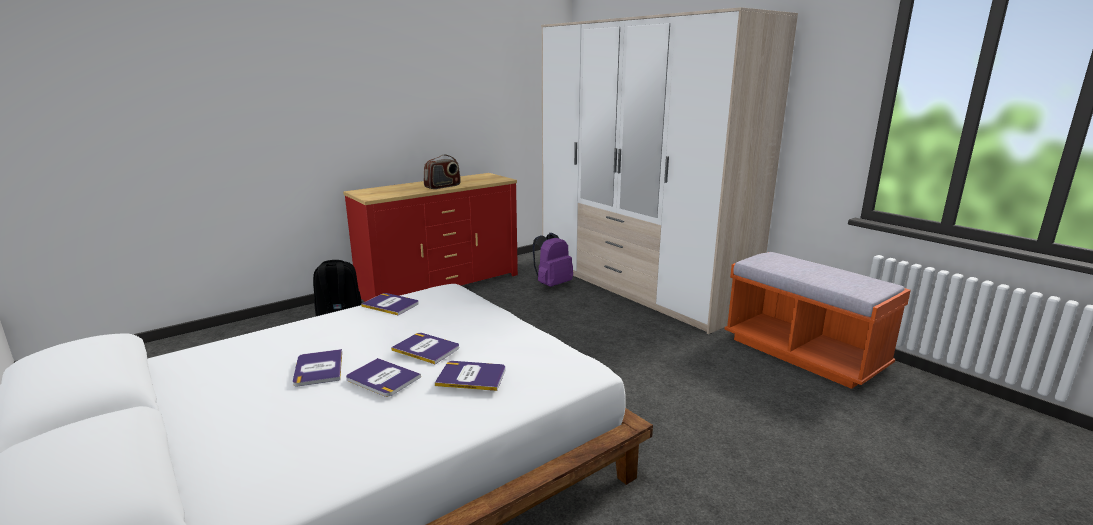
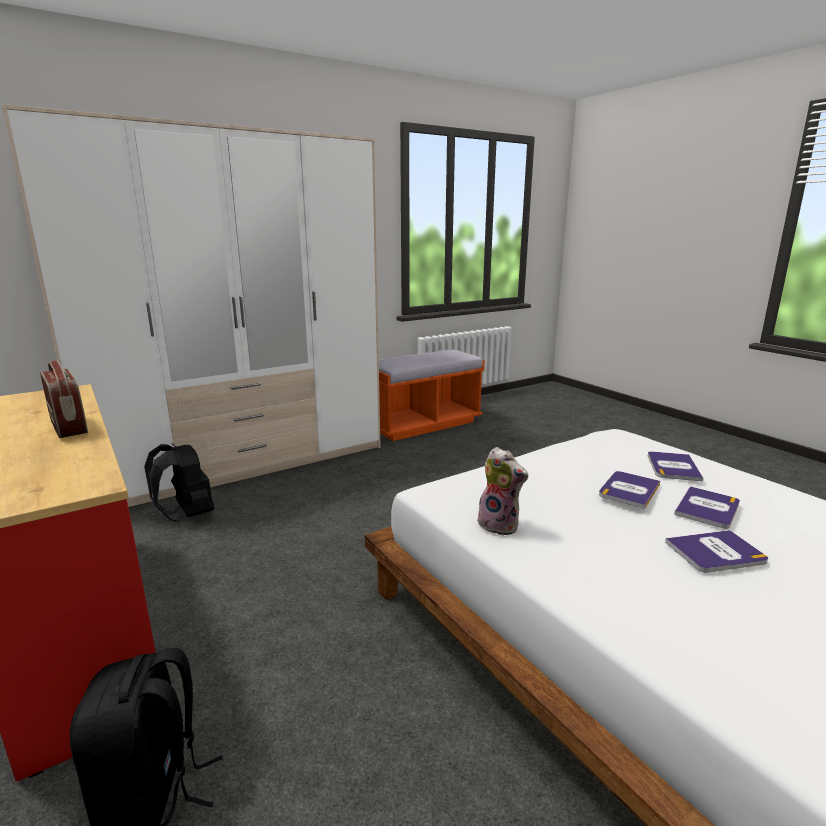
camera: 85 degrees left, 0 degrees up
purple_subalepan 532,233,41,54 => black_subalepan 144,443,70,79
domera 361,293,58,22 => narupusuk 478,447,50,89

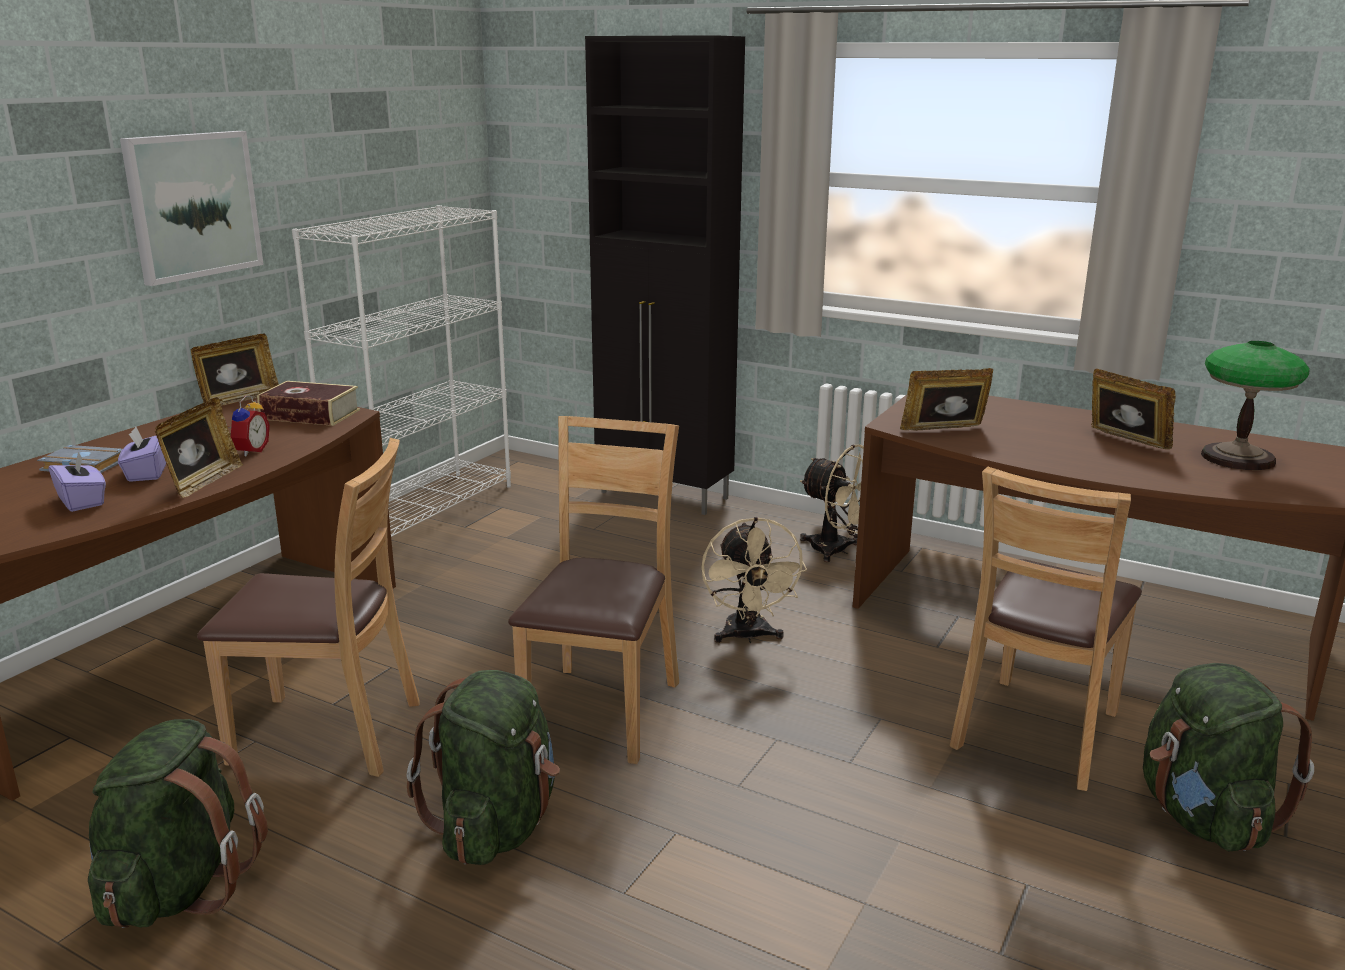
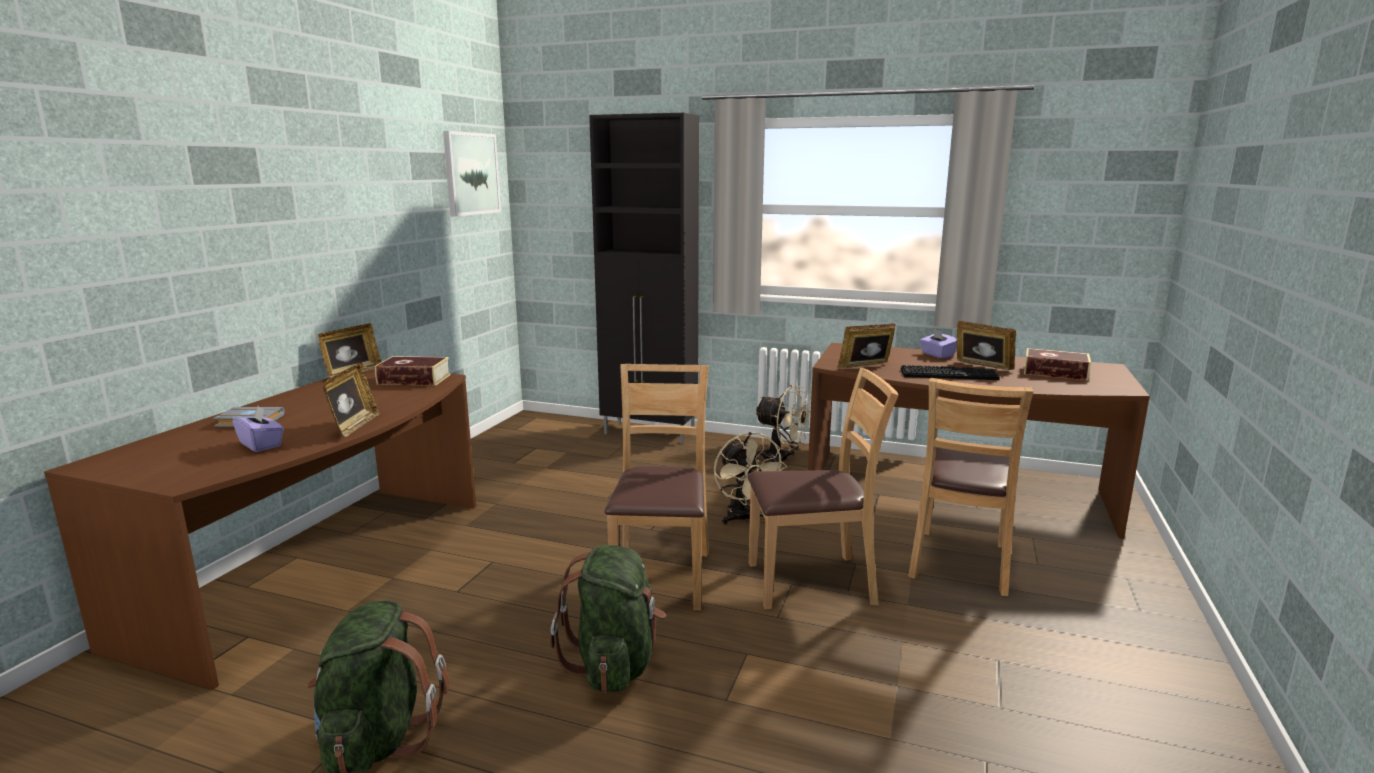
camera: 10 degrees left, 5 degrees down
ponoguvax 120,131,144,155 => ponoguvax 443,131,58,85, move
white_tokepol 292,205,219,332 => nothing
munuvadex 1201,341,109,129 => domera 1024,348,67,32
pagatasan 230,396,40,61 => nothing
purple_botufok 118,426,48,56 => purple_botufok 920,329,37,29, move
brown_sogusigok 197,438,223,339 => brown_sogusigok 747,368,152,241, move
green_subalepan 1143,663,171,188 => nothing
nothing => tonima 901,365,99,15

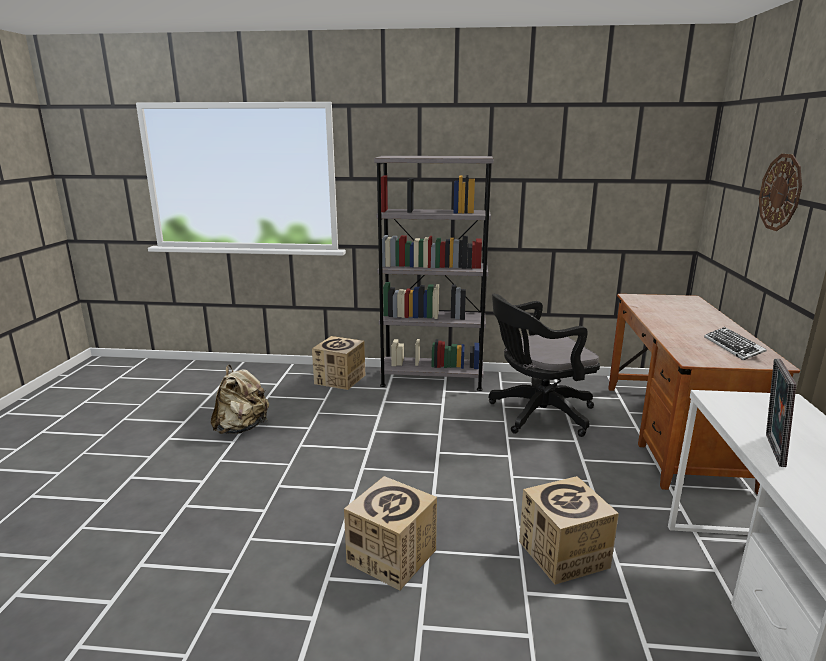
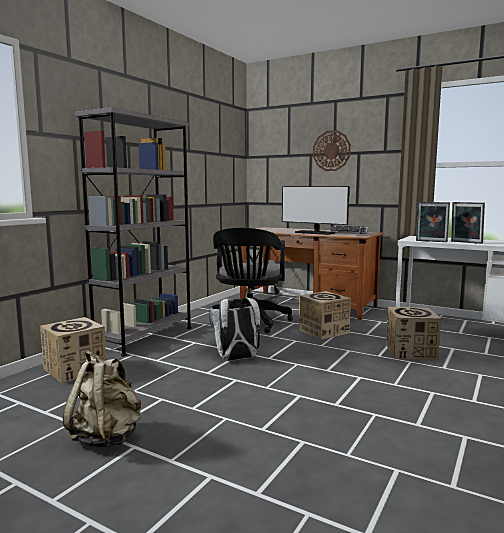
camera: 65 degrees left, 10 degrees down
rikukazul 344,476,93,115 => rikukazul 299,291,52,49, move
nothing => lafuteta 282,186,67,49
nothing => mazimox 416,202,34,40
nothing => white_subalepan 209,298,52,63

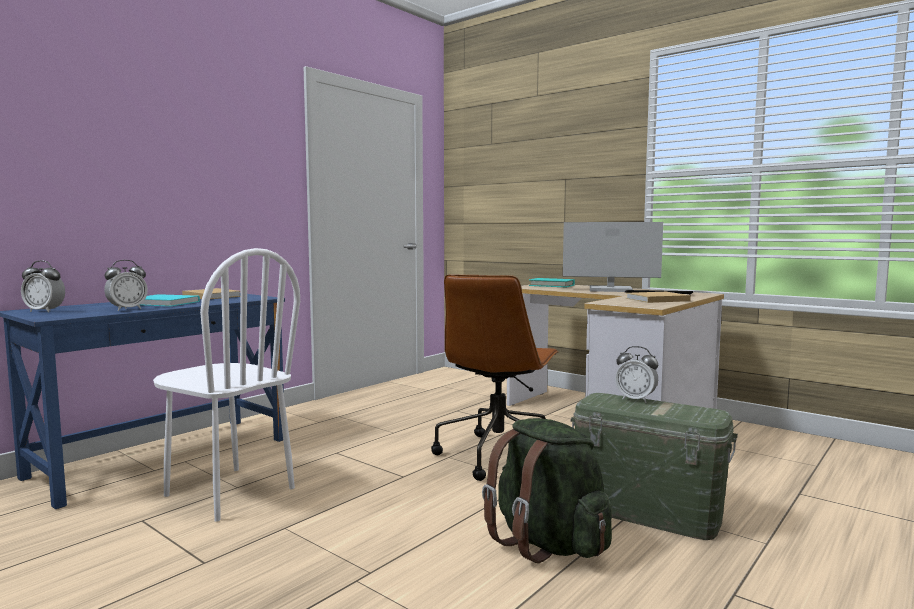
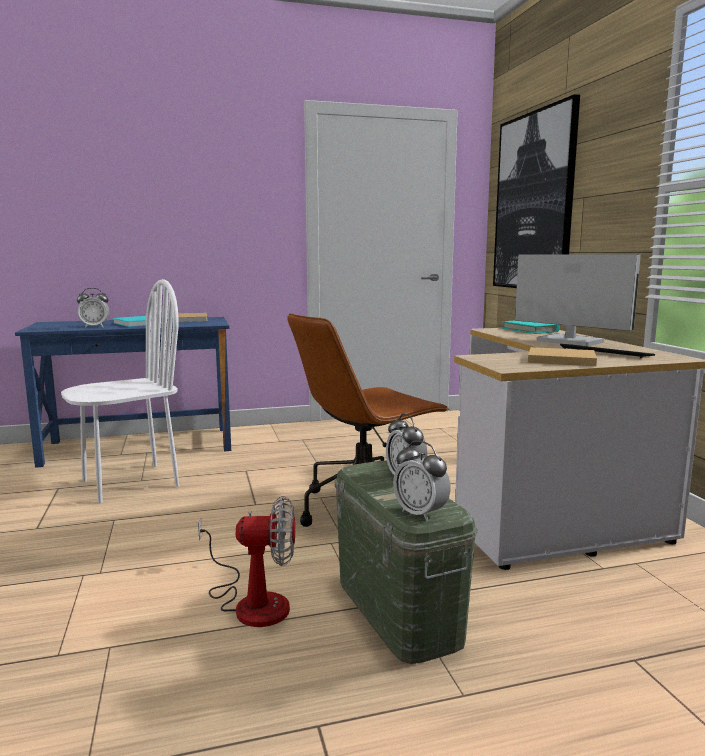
camera: 35 degrees right, 5 degrees up
white_sogusigok 153,248,147,274 => white_sogusigok 61,279,118,224, 105 degrees counterclockwise
pagatasan 21,260,44,53 => pagatasan 393,440,58,81, move
green_subalepan 482,418,130,145 => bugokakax 198,496,97,131
nothing => ponoguvax 493,94,87,194

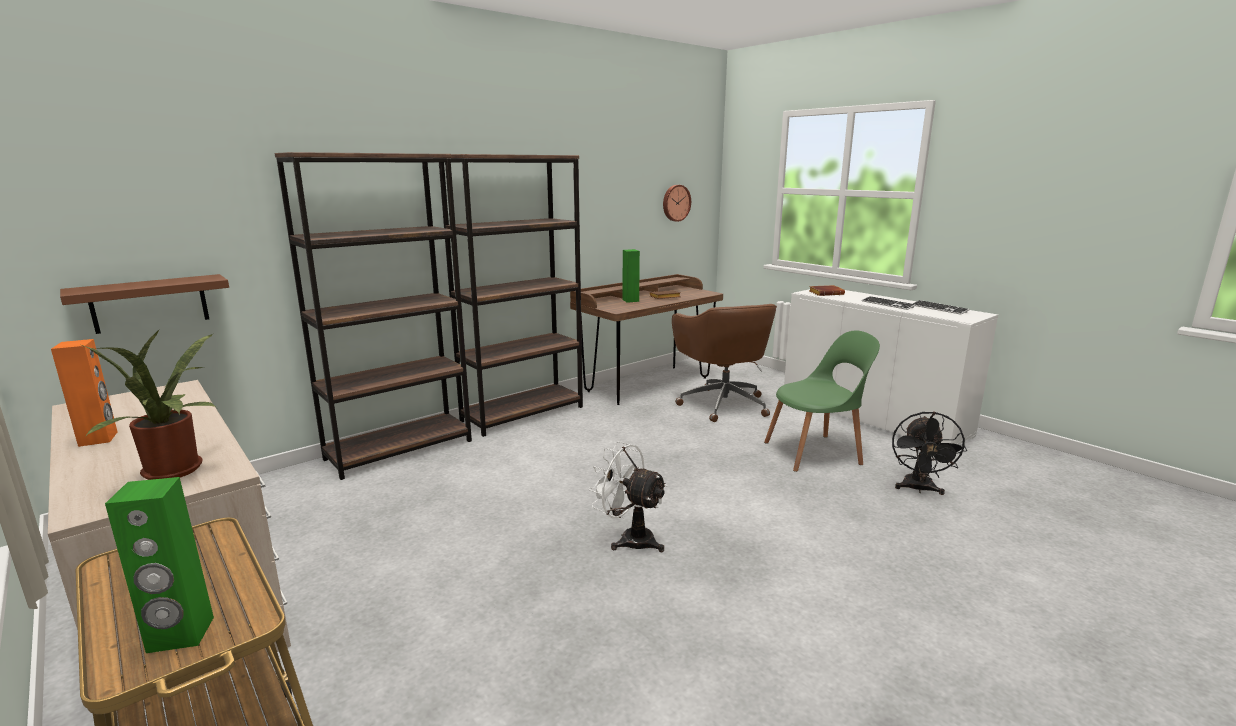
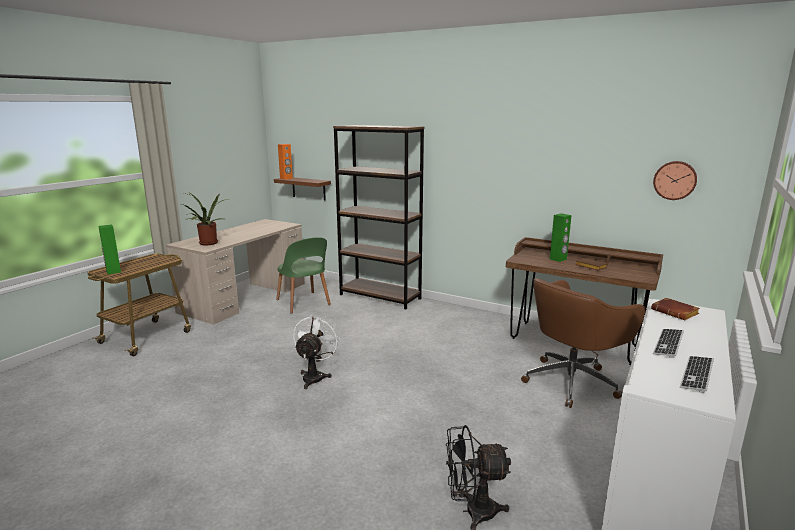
camera: 70 degrees right, 0 degrees up
brown_tokepol 439,154,144,283 => nothing
green_sogusigok 764,330,116,142 => green_sogusigok 276,237,55,76, move
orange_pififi 51,339,67,108 => orange_pififi 278,144,15,36, move

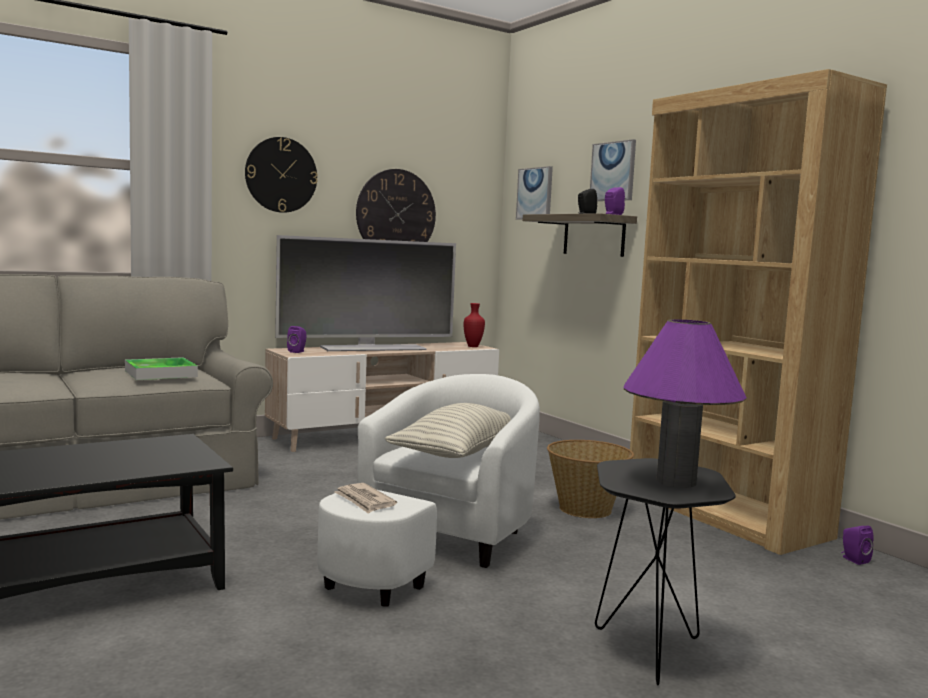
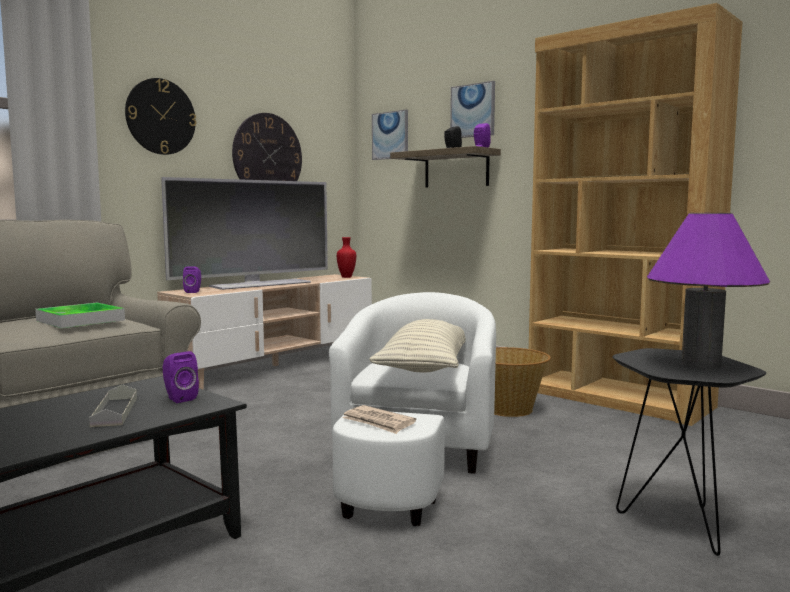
camera: 15 degrees left, 0 degrees up
purple_pififi 841,526,33,39 => purple_pififi 163,351,36,52, move
nothing => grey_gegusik 89,384,48,43

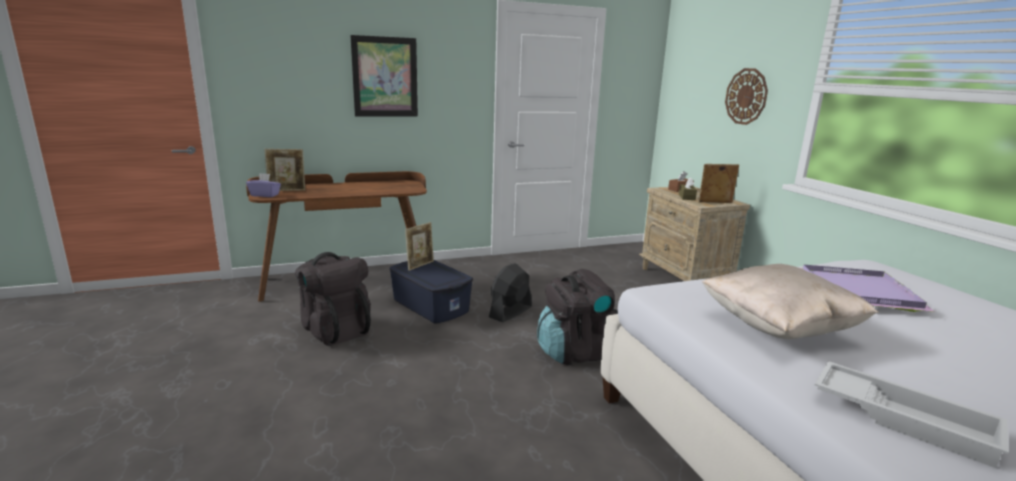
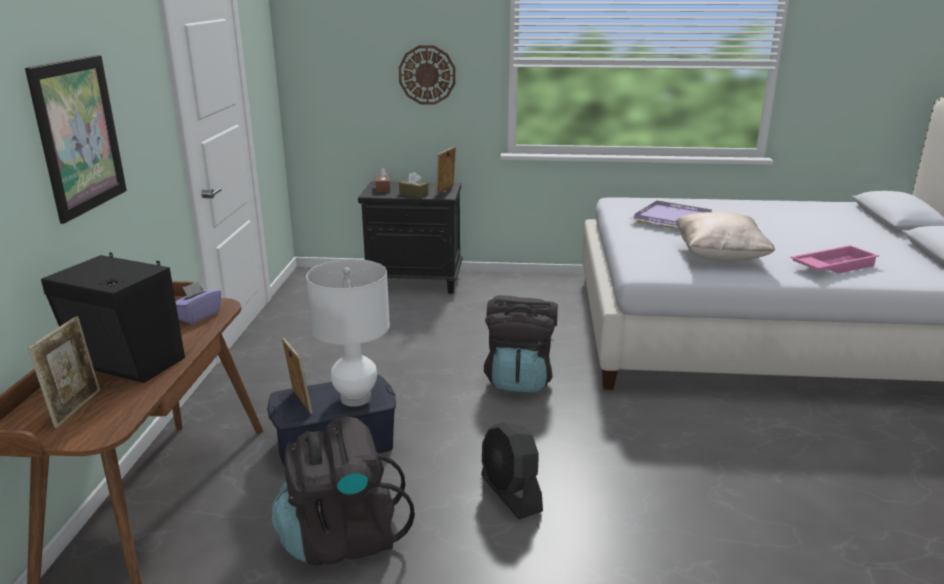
camera: 65 degrees left, 5 degrees up
purple_botufok 246,173,35,24 => purple_botufok 176,281,45,43, move
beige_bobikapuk 639,187,111,94 => black_bobikapuk 358,181,105,113
black_bugokakax 489,263,43,60 => black_bugokakax 481,422,62,98, move
white_gegusik 815,361,194,107 => pink_gegusik 790,245,89,29
nothing => black_pififi 41,253,144,130
nothing => white_munuvadex 306,259,84,148

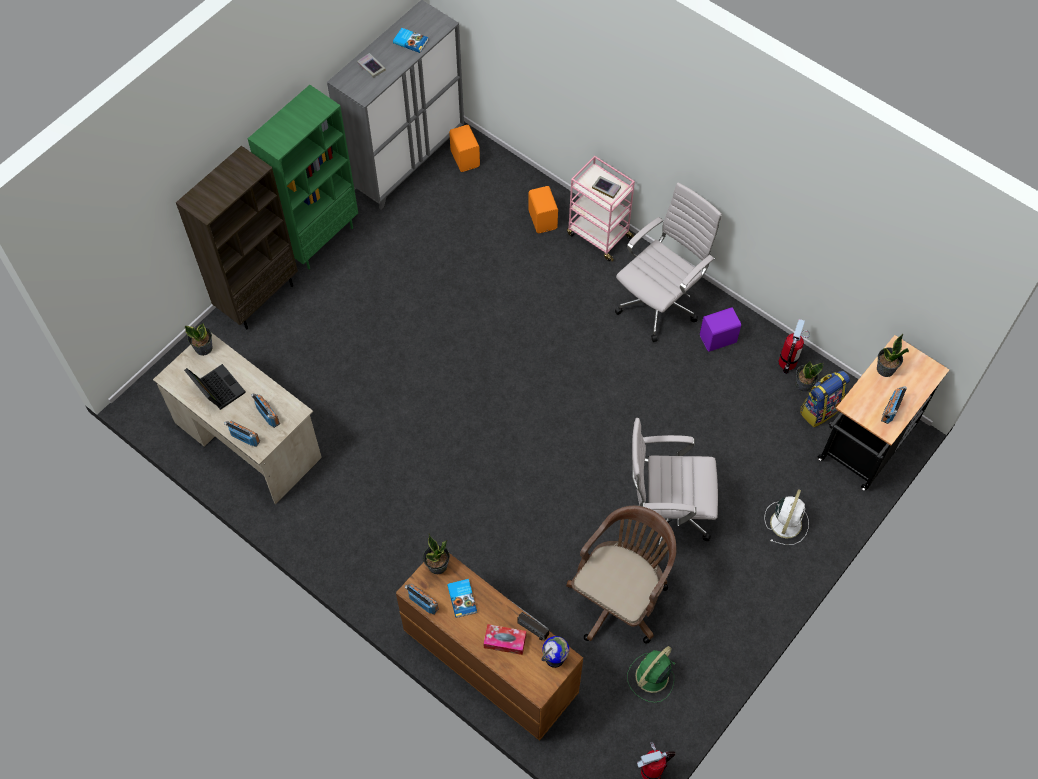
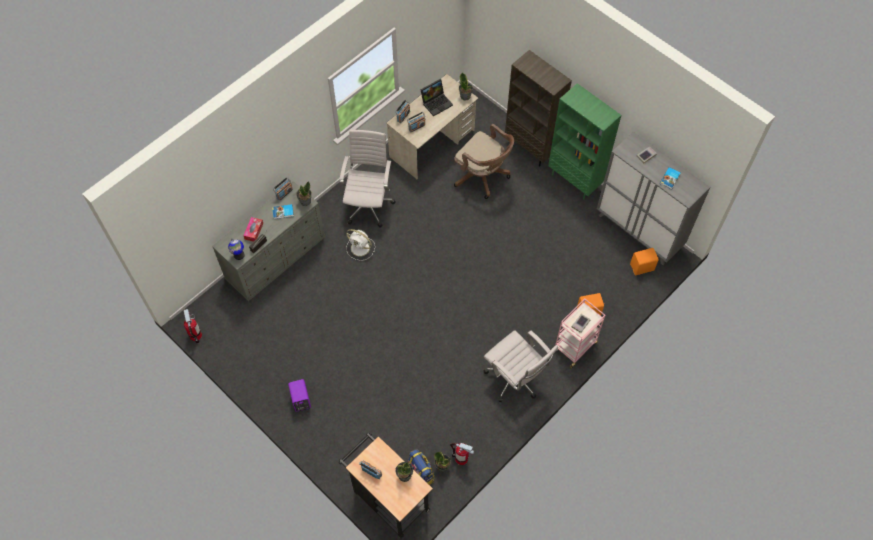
camera: 95 degrees right, 0 degrees up
purple_pififi 700,307,41,45 => purple_pififi 288,379,23,33, move
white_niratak 632,418,86,137 => white_niratak 340,130,56,98, move
white_bugokakax 764,489,45,56 => white_bugokakax 346,229,29,32, move
brown_niratak 566,506,111,138 => brown_niratak 454,124,60,75, move
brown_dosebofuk 396,553,187,188 => grey_dosebofuk 212,181,113,120
green_bugokakax 627,646,48,57 => nothing

